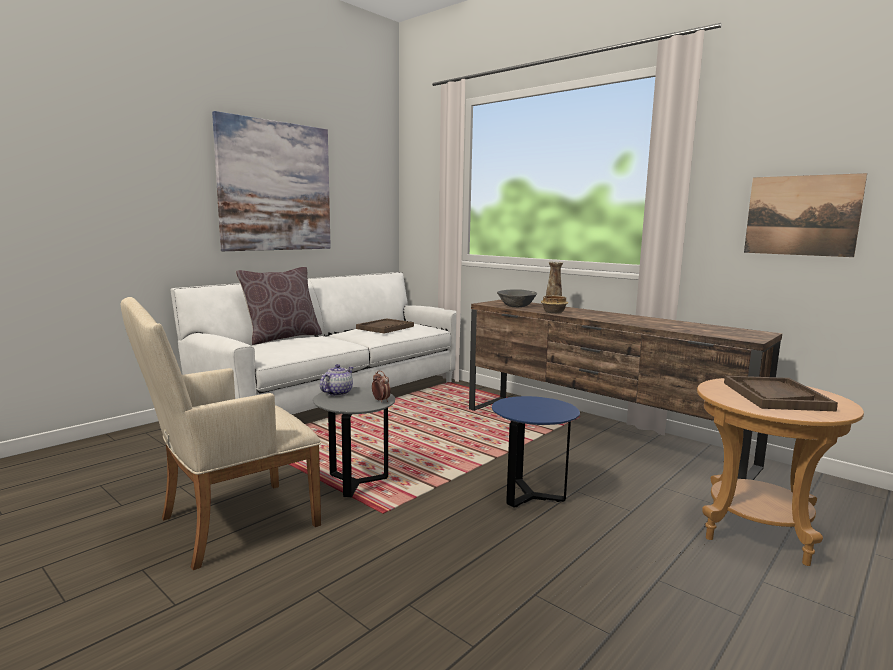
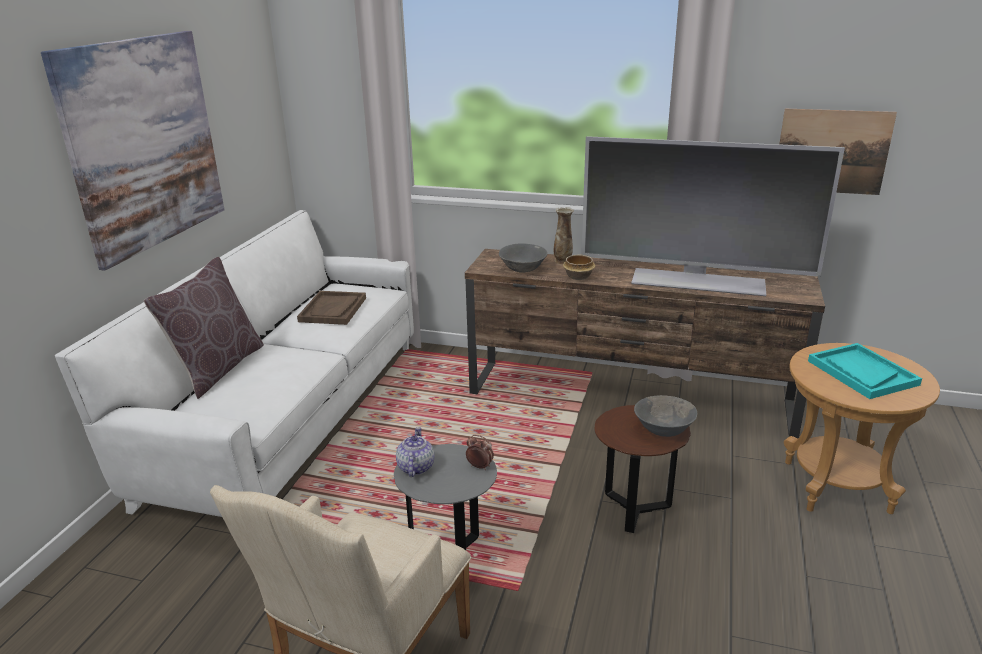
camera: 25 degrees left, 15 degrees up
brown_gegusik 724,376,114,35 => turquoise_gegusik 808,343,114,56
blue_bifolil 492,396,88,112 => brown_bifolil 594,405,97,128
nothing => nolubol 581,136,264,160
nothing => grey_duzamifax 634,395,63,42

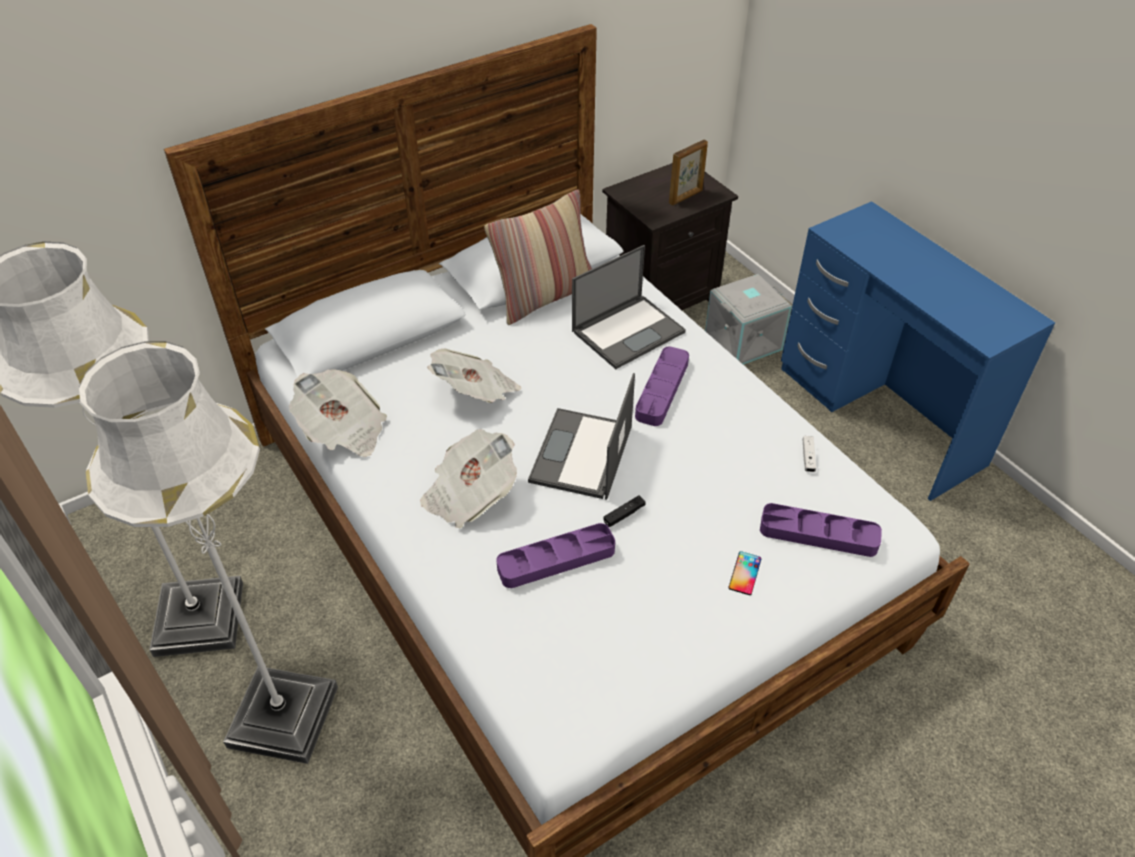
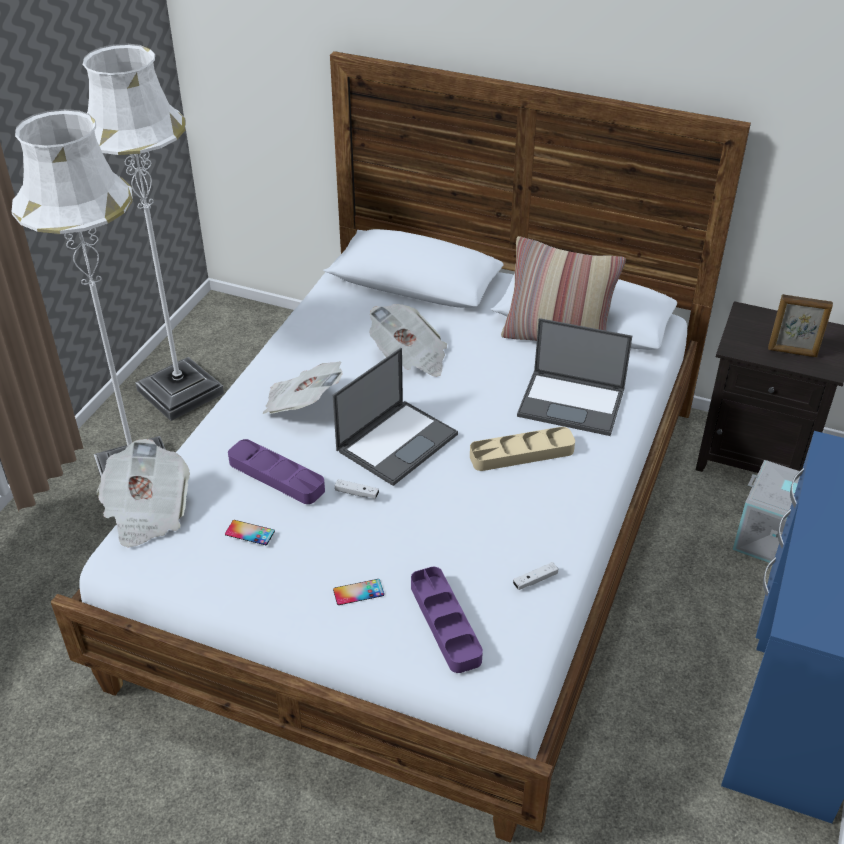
camera: 55 degrees right, 5 degrees down
purple_gegusik 635,346,54,80 => beige_gegusik 470,427,105,44
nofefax 289,369,98,88 => nofefax 96,439,94,109, move
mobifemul 528,373,107,127 => mobifemul 333,348,125,138, 150 degrees clockwise
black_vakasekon 604,495,41,32 => white_vakasekon 334,479,45,20
nothing => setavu 225,520,50,25

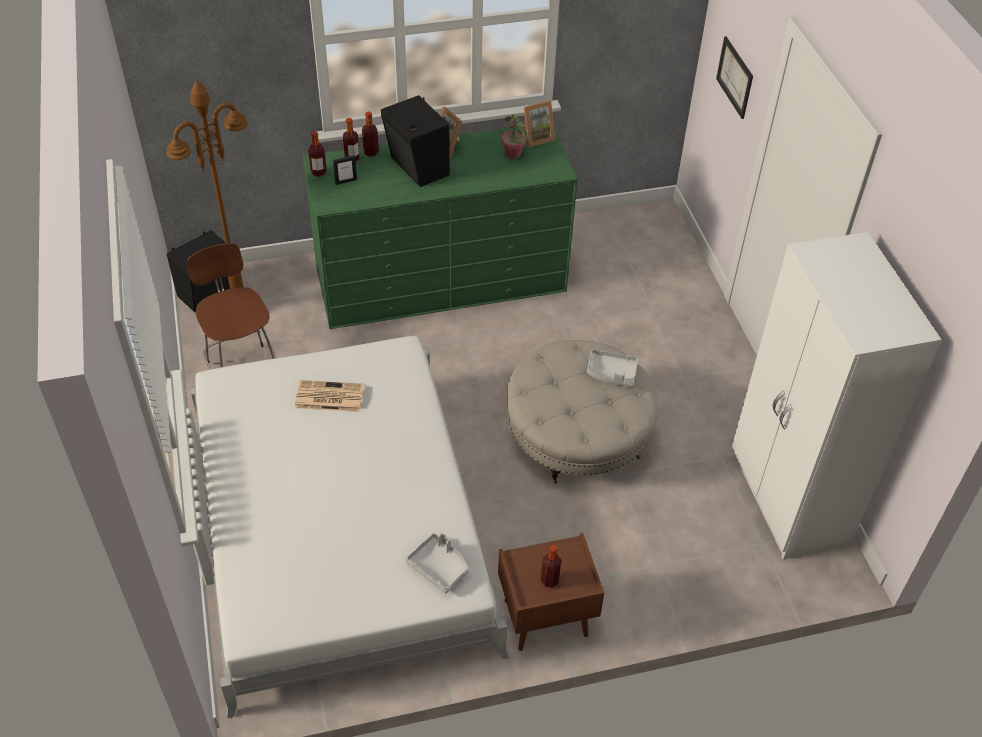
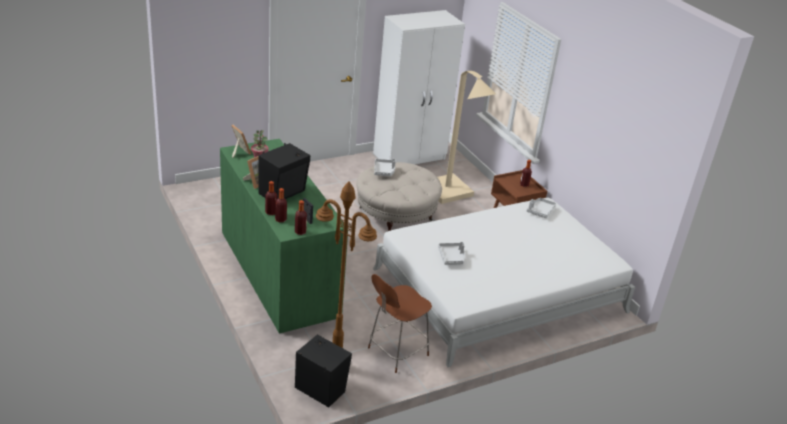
camera: 105 degrees left, 15 degrees down
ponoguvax 716,37,37,82 => nothing
nofefax 295,380,69,32 => grey_gegusik 438,242,27,23
nothing => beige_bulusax 437,71,59,133

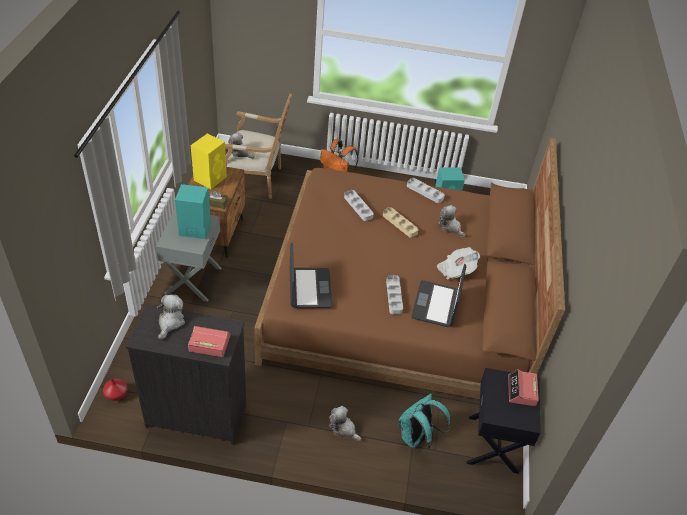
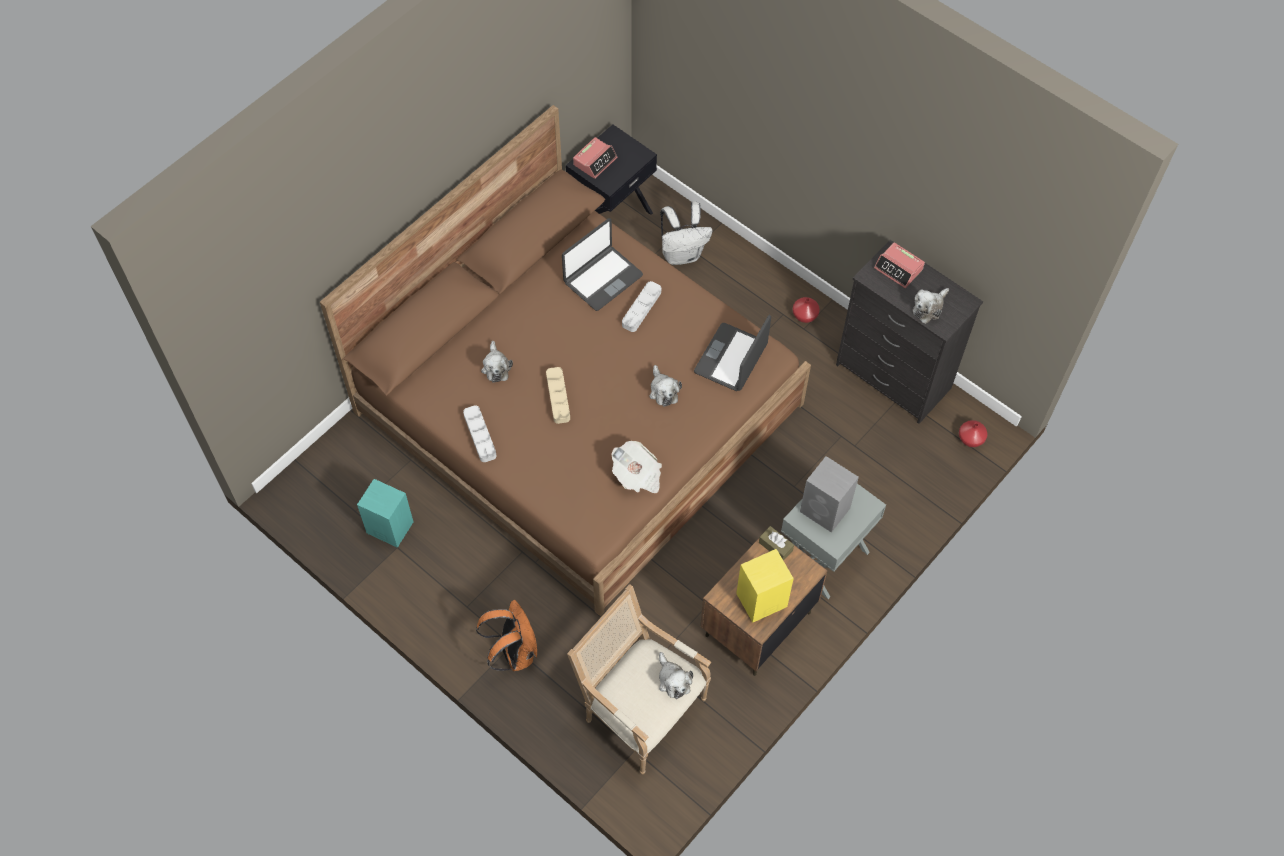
camera: 145 degrees left, 15 degrees up
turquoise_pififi 175,184,36,55 => grey_pififi 800,456,59,77
grey_gegusik 344,190,30,31 => nothing
nofefax 437,247,43,33 => nofefax 612,441,50,52, move
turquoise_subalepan 399,393,51,59 => white_subalepan 660,202,53,63
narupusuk 329,406,32,35 => narupusuk 650,365,32,42, move
nothing => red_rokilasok 793,297,27,26

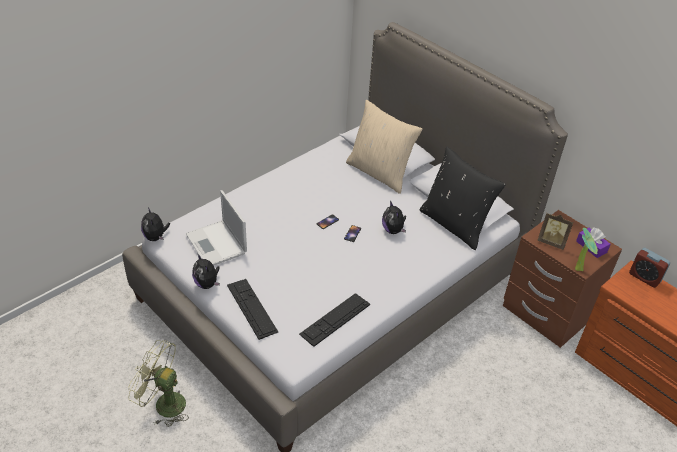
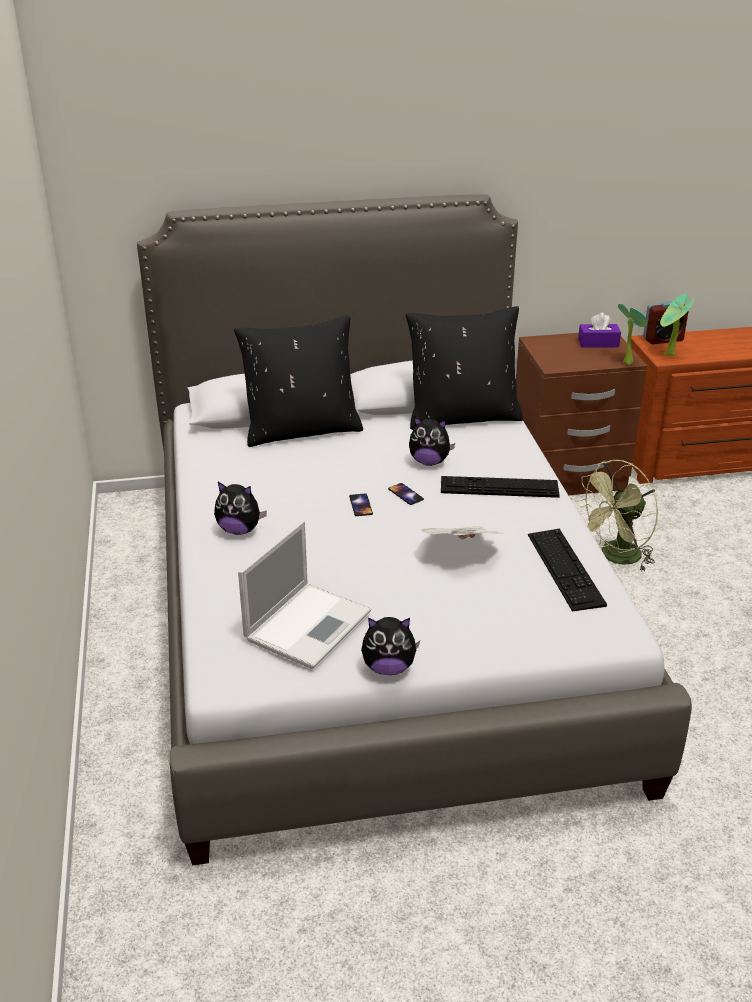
camera: 55 degrees left, 10 degrees down
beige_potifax 346,100,76,94 => black_potifax 234,315,129,132
mobifemul 186,190,61,76 => mobifemul 238,521,133,148, 60 degrees counterclockwise
narupusuk 141,207,29,34 => narupusuk 214,482,53,53, move
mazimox 537,213,36,37 => nothing
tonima 227,279,51,61 => tonima 441,476,119,22, move
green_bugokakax 128,340,61,87 => green_bugokakax 575,460,83,112, move
nothing => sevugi 660,294,34,62
nothing => nofefax 421,526,83,13

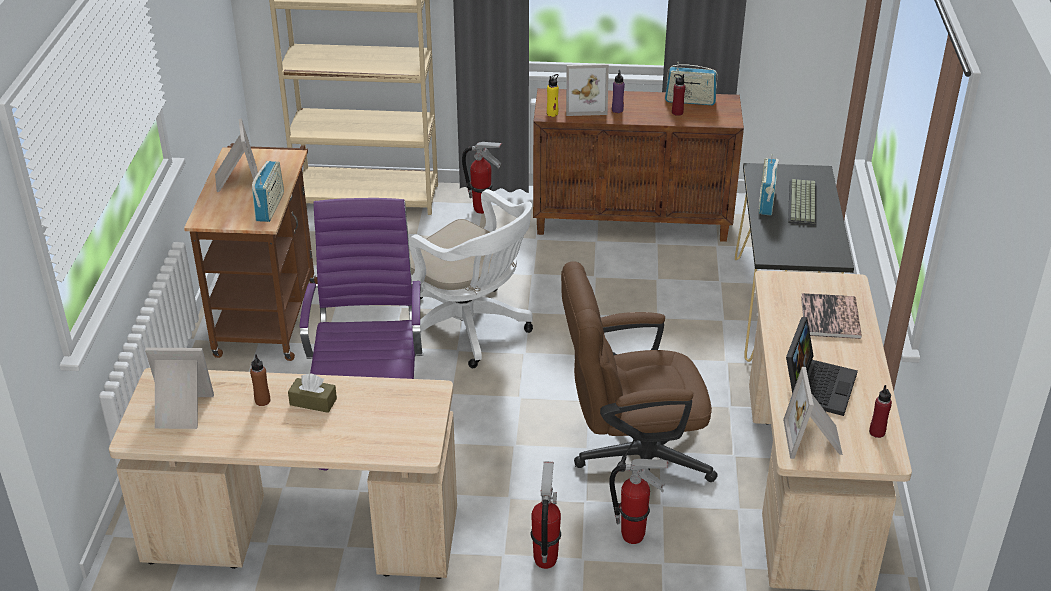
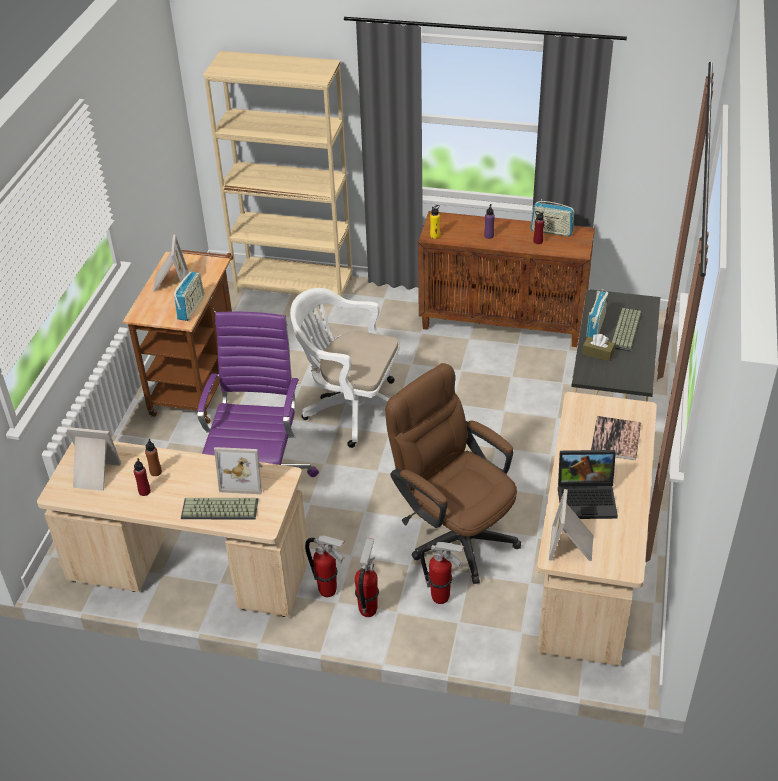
camera: 10 degrees right, 5 degrees up
mazimox 566,64,43,52 => mazimox 214,447,49,47, move
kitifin 462,142,40,72 => kitifin 305,535,40,62, move
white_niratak 409,189,124,179 => white_niratak 290,288,110,160, 150 degrees clockwise
brown_niratak 561,261,157,221 => brown_niratak 385,363,136,221, 45 degrees clockwise
mobifemul 786,317,72,99 => mobifemul 558,450,60,69, 60 degrees clockwise
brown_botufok 288,373,49,40 => brown_botufok 582,334,33,27, move
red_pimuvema 869,385,23,53 => red_pimuvema 134,458,17,38, move
nothing => tonima 181,498,77,21

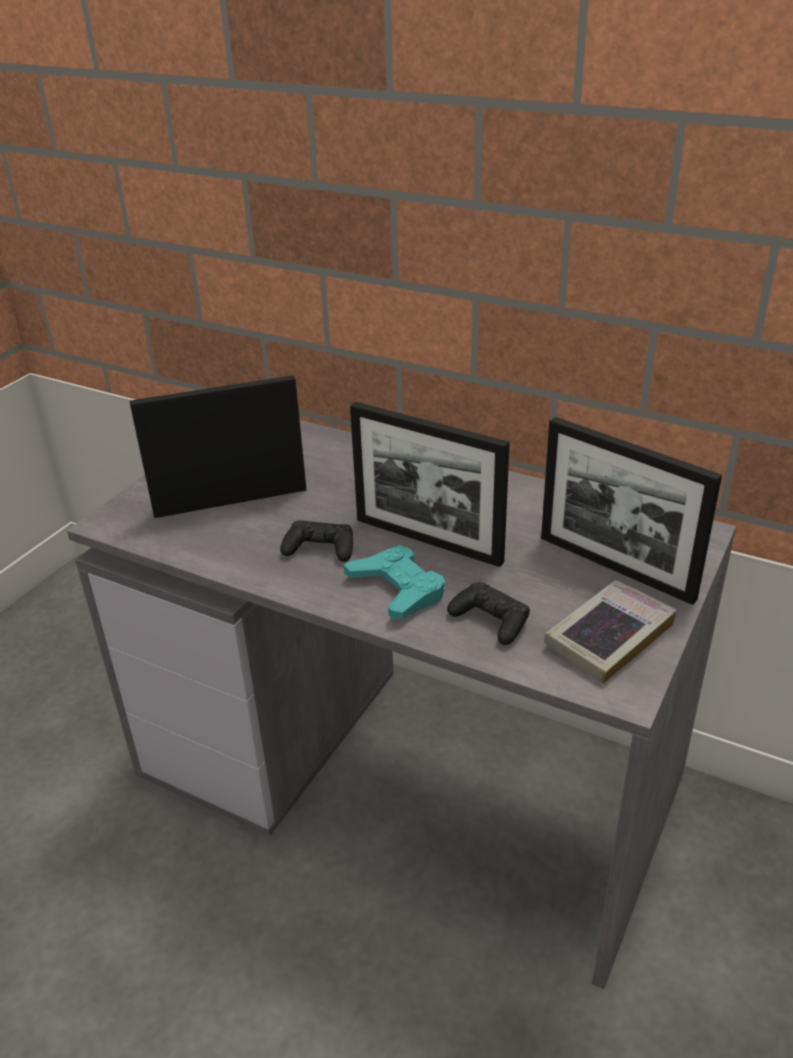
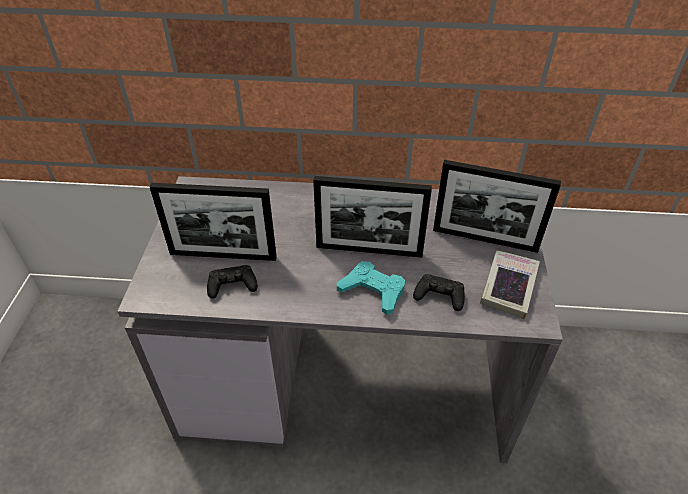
camera: 25 degrees left, 10 degrees up
mazimox 130,375,177,143 => mazimox 150,183,127,78, 135 degrees counterclockwise
black_vakasekon 280,520,73,42 => black_vakasekon 207,265,51,34, move

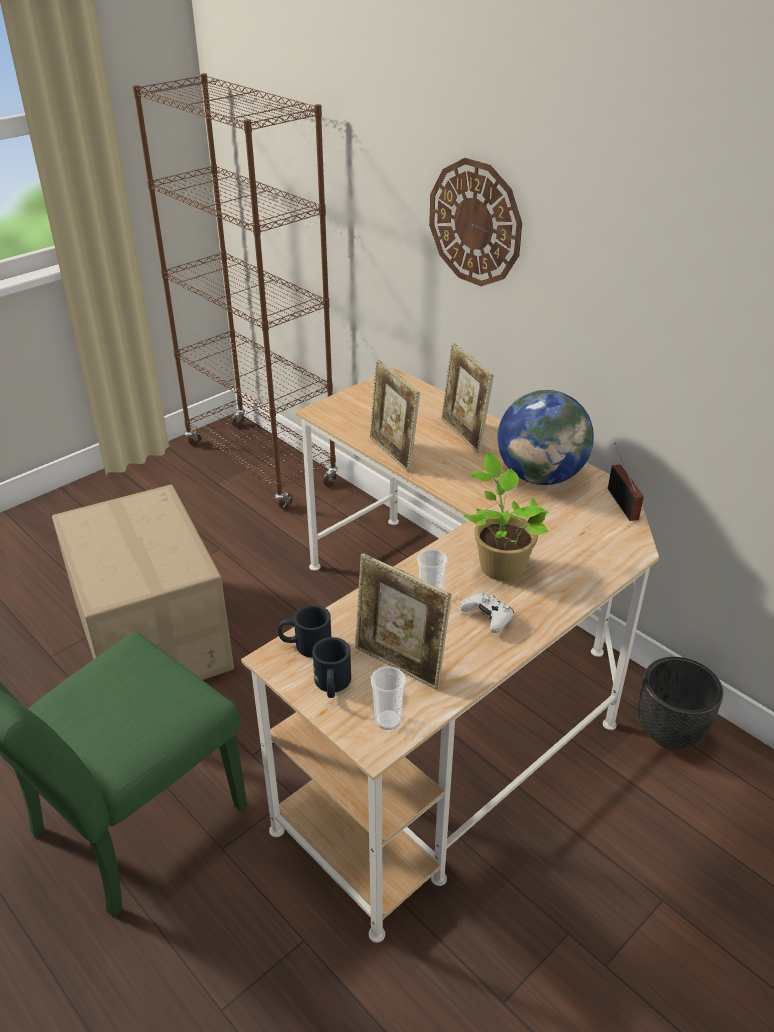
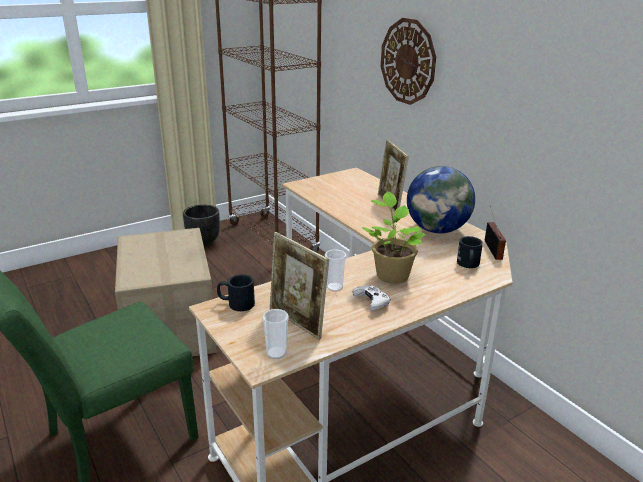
camera: 10 degrees right, 10 degrees down
mazimox 369,359,51,114 => nothing
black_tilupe 312,637,39,61 => black_tilupe 457,236,26,32, move
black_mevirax 638,657,85,92 => black_mevirax 183,204,37,42, move

